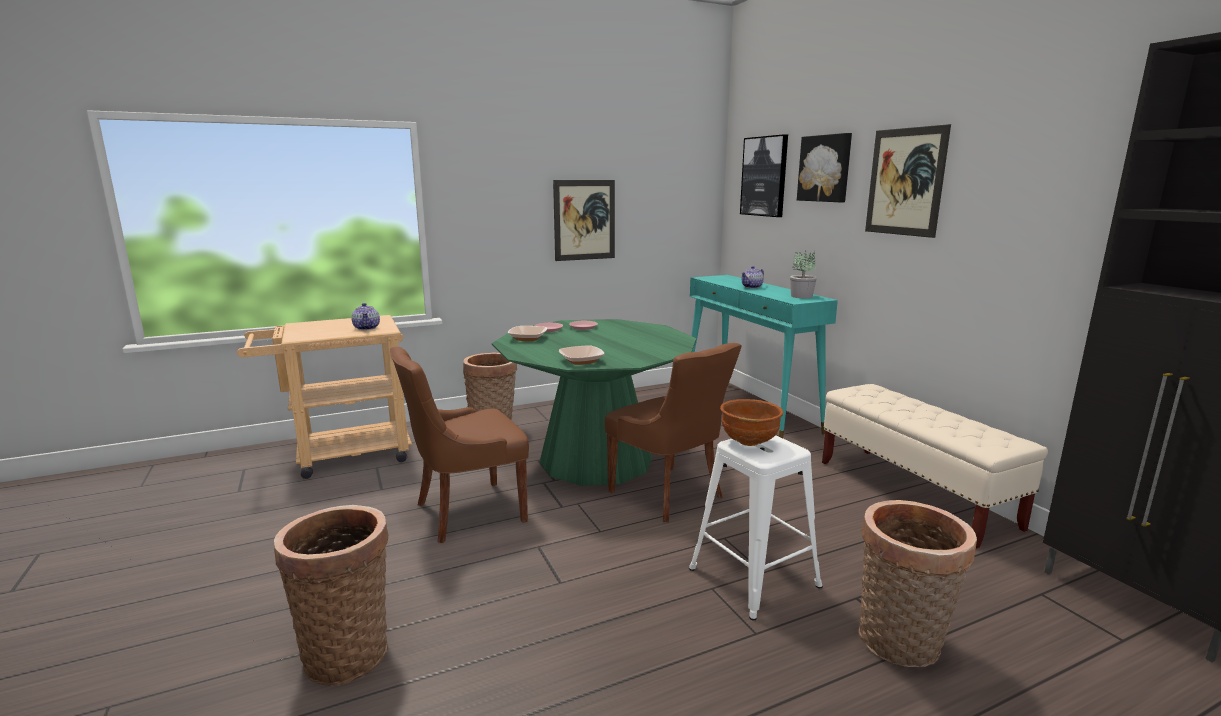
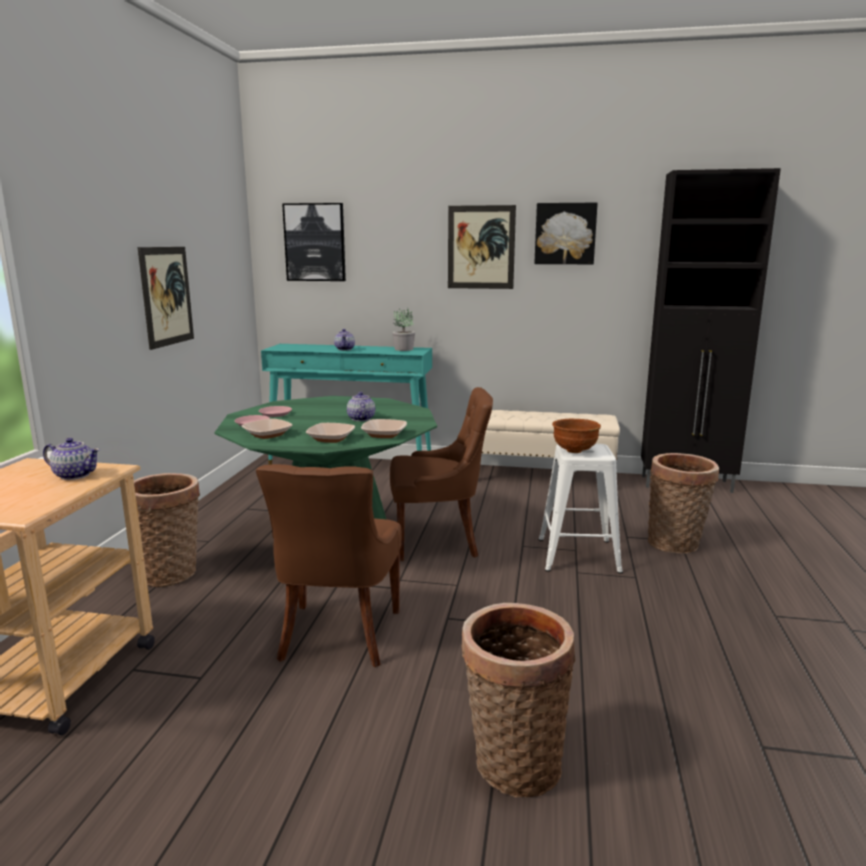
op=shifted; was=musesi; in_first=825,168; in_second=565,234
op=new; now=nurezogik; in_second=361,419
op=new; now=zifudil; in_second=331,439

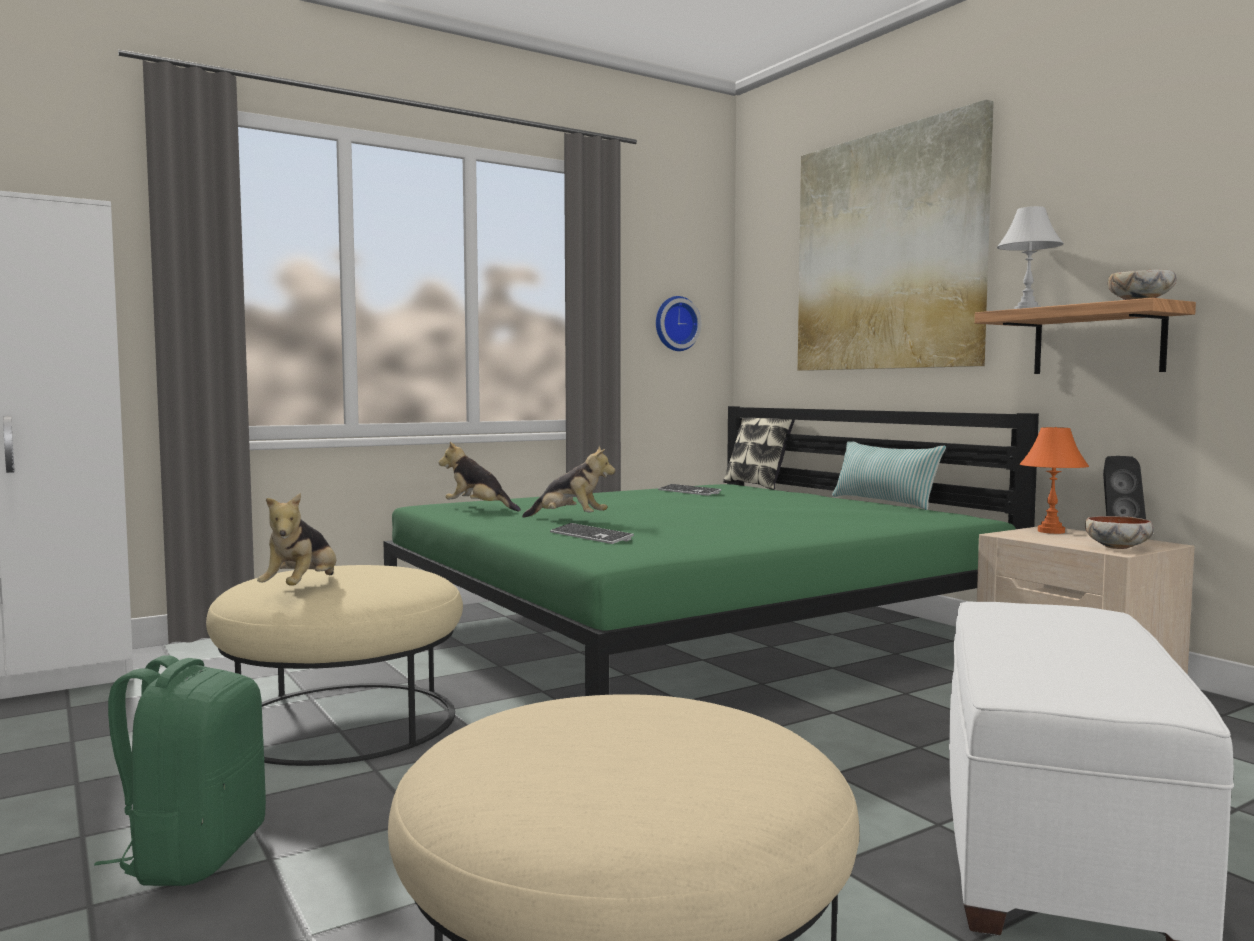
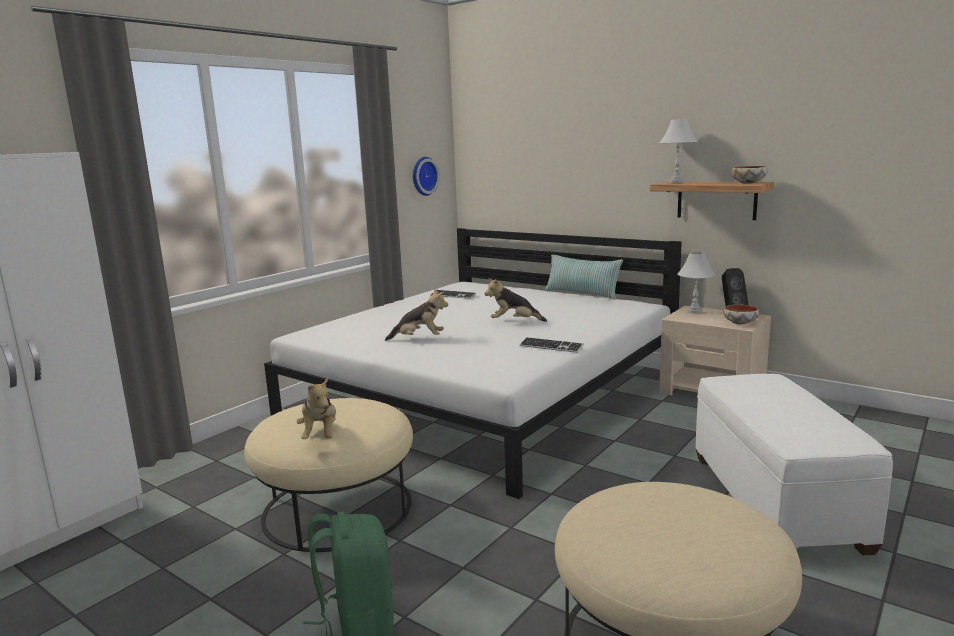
op=gone; was=musesi; in_first=888,251
op=repainted; was=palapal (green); now=palapal (white); in_first=688,631; in_second=484,393
op=gone; was=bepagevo; in_first=757,485
op=repainted; was=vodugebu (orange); now=vodugebu (white); in_first=1051,531; in_second=694,311
op=shifted; was=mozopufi; in_first=478,509; in_second=514,322
op=shifted; was=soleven; in_first=590,536; in_second=551,347

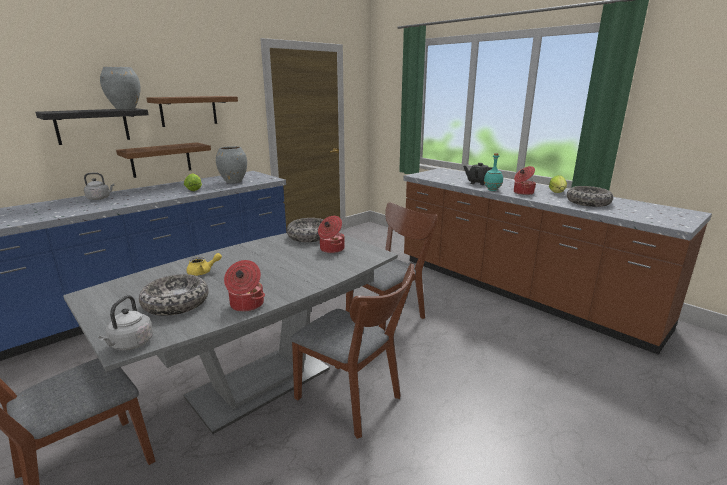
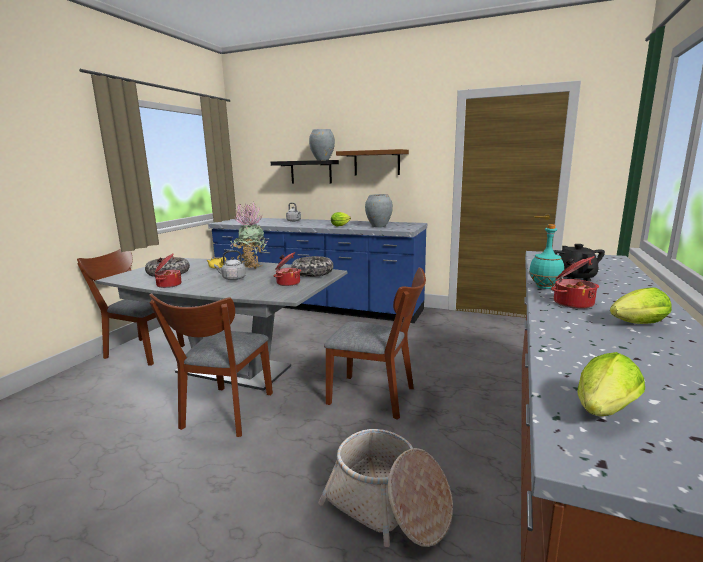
op=gone; was=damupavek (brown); in_first=161,159
op=gone; was=zifudil; in_first=588,202
op=shifted; was=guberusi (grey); in_first=130,344; in_second=232,279
op=new; now=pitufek; in_second=251,267
op=new; now=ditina; in_second=602,413
op=new; now=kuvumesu; in_second=388,506

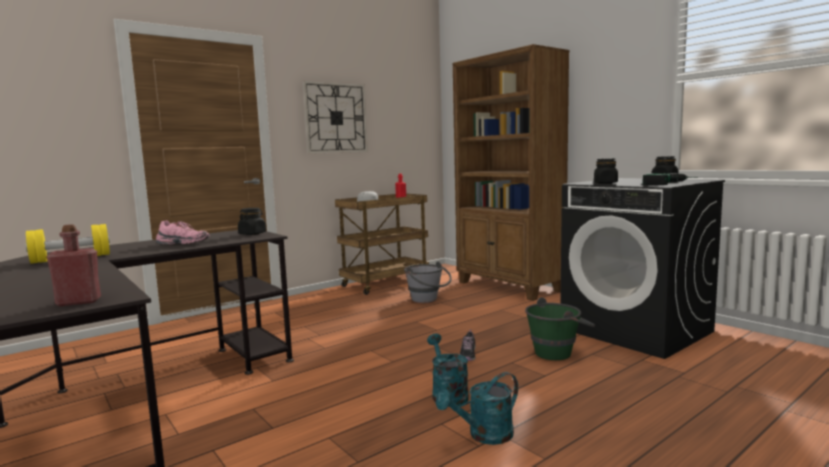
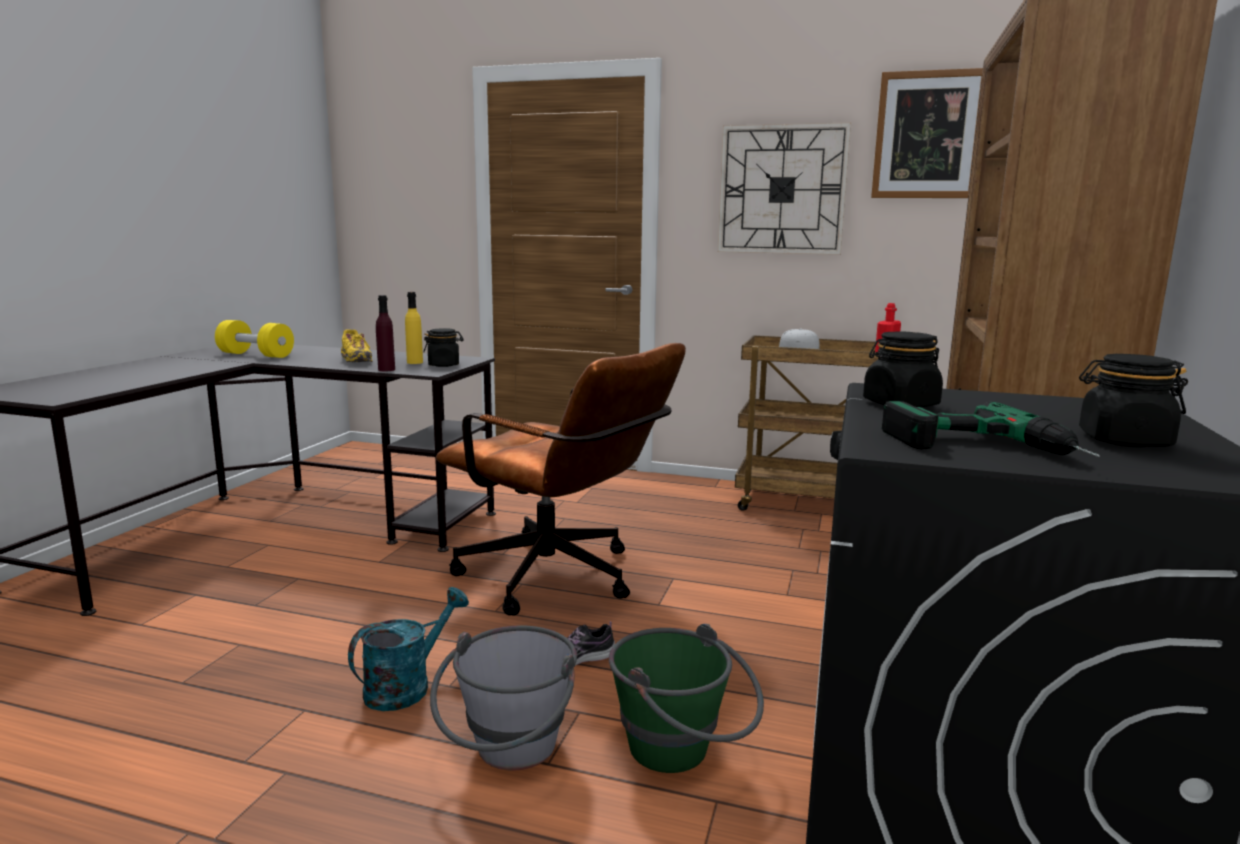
op=repainted; was=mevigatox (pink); now=mevigatox (yellow); in_first=183,243; in_second=356,361
op=gone; was=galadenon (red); in_first=79,302
op=shifted; was=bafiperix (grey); in_first=428,300; in_second=510,756
op=gone; was=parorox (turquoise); in_first=484,436
op=new; now=musesi; in_second=928,135
op=new; now=galadenon (yellow); in_second=415,362
op=new; now=galadenon (purple); in_second=386,370
op=new; now=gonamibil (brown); in_second=561,580

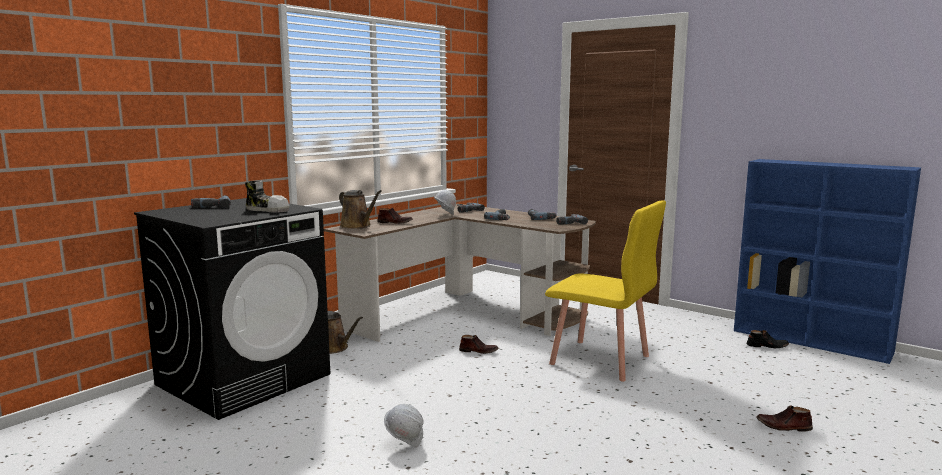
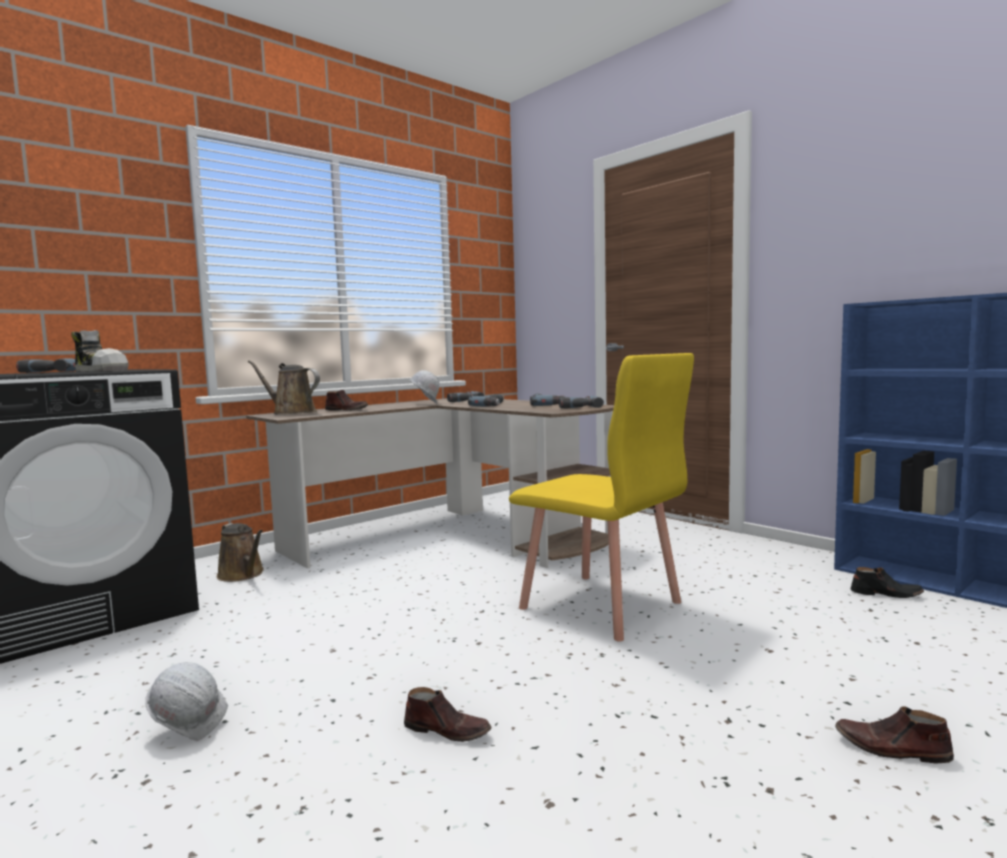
op=rotated; was=parorox (brown); in_first=357,226; in_second=291,412; clockwise=150
op=shifted; was=mevigatox (brown); in_first=478,351; in_second=448,730

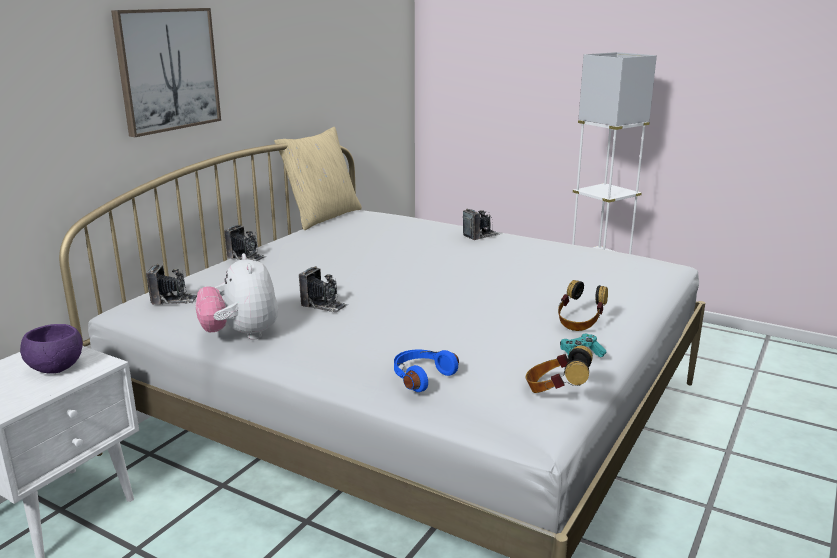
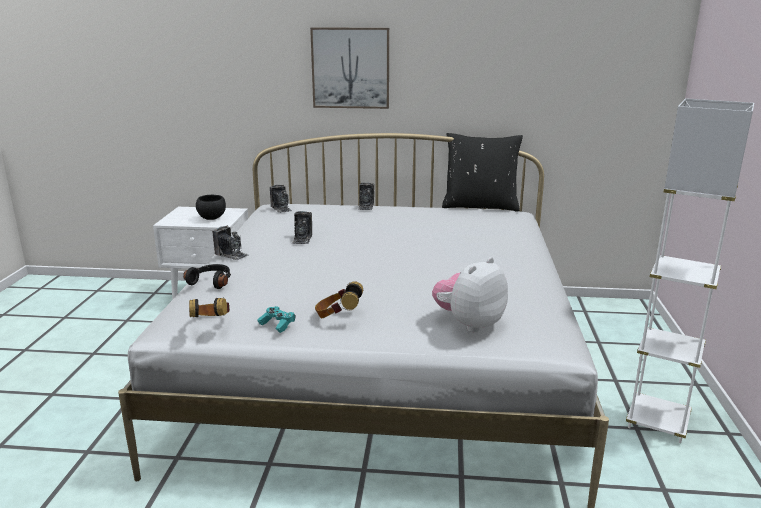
op=repainted; was=bepagevo (beige); now=bepagevo (black); in_first=322,217; in_second=480,206
op=shifted; was=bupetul; in_first=480,235; in_second=231,255
op=shifted; was=mozopufi; in_first=241,335; in_second=469,324
op=repainted; was=zifudil (purple); now=zifudil (black); in_first=55,368; in_second=212,218
op=repainted; was=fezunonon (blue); now=fezunonon (black); in_first=420,377; in_second=212,282

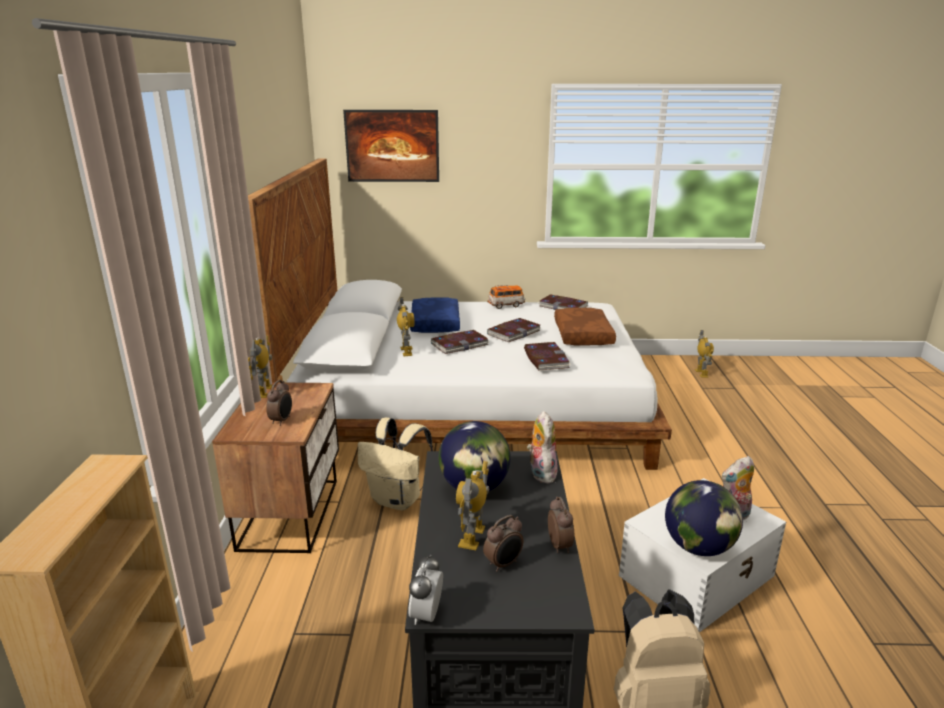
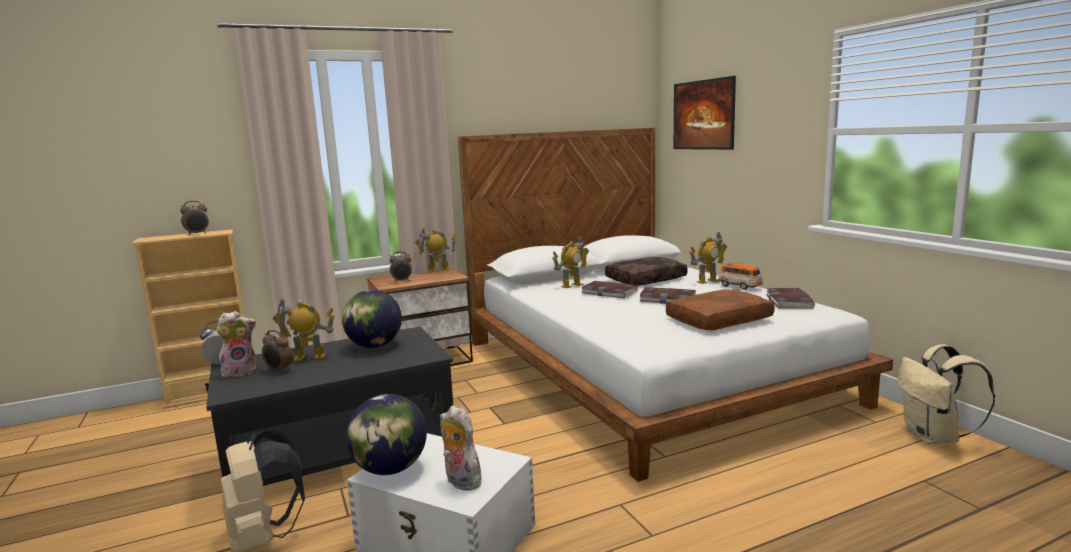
op=repainted; was=bepagevo (blue); now=bepagevo (brown); in_first=434,323; in_second=645,279
op=shifted; was=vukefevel; in_first=701,373; in_second=708,281
op=gone; was=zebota; in_first=545,359
op=shifted; was=mozopufi; in_first=540,473; in_second=240,371
op=shifted; was=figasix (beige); in_first=398,500; in_second=934,437
op=shifted; was=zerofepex; in_first=560,545; in_second=197,234

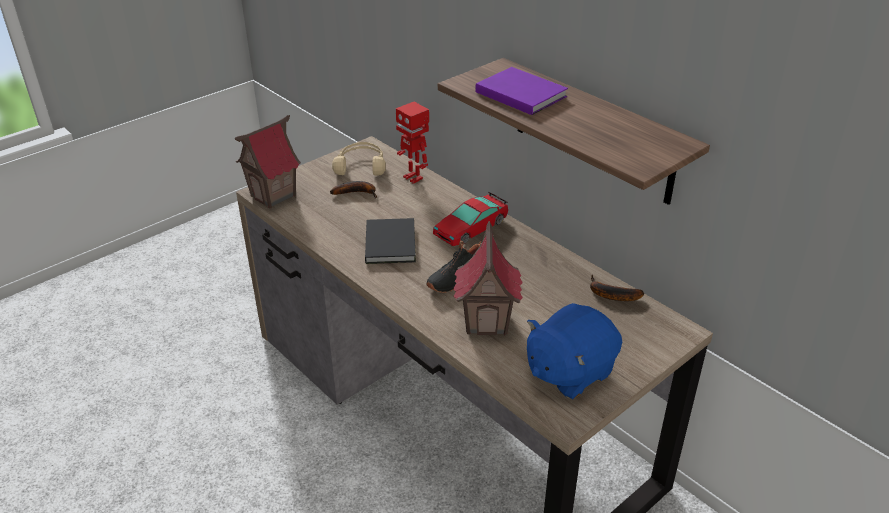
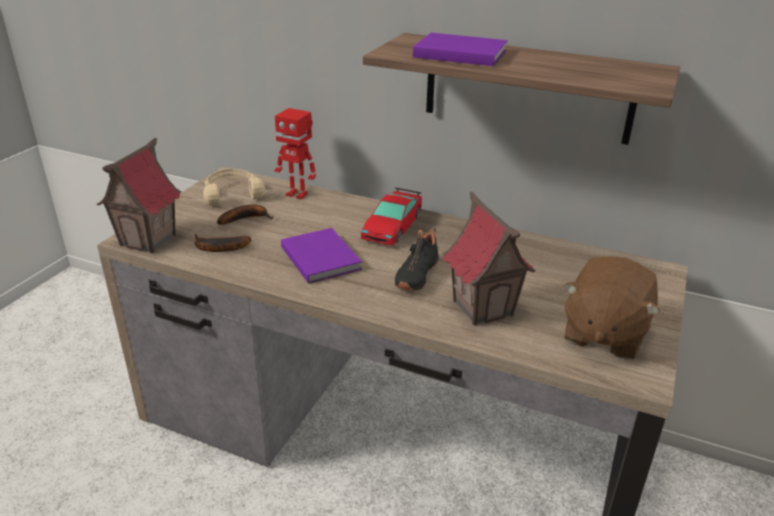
op=repainted; was=zebota (black); now=zebota (purple); in_first=391,242; in_second=321,257
op=shifted; was=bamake; in_first=610,295; in_second=217,248
op=repainted; was=mozopufi (blue); now=mozopufi (brown); in_first=569,371; in_second=603,333

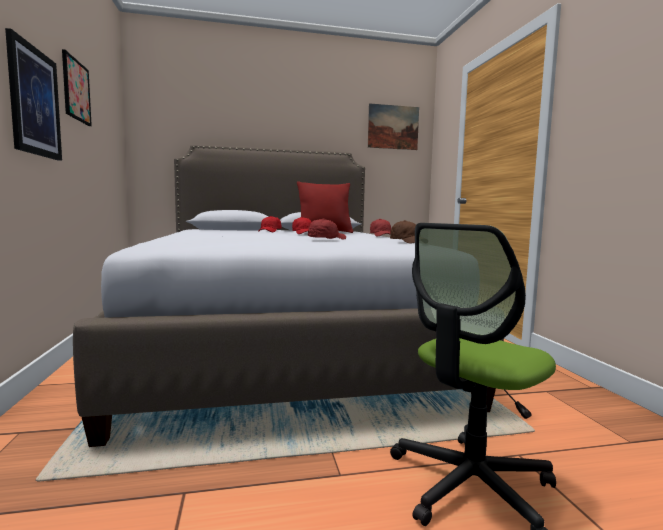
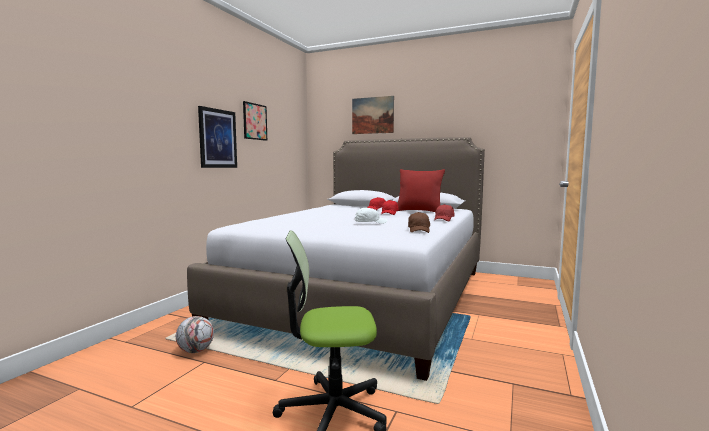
op=shifted; was=musesi; in_first=393,127; in_second=372,115
op=repainted; was=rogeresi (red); now=rogeresi (white); in_first=326,239; in_second=370,223
op=new; now=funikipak; in_second=196,351

